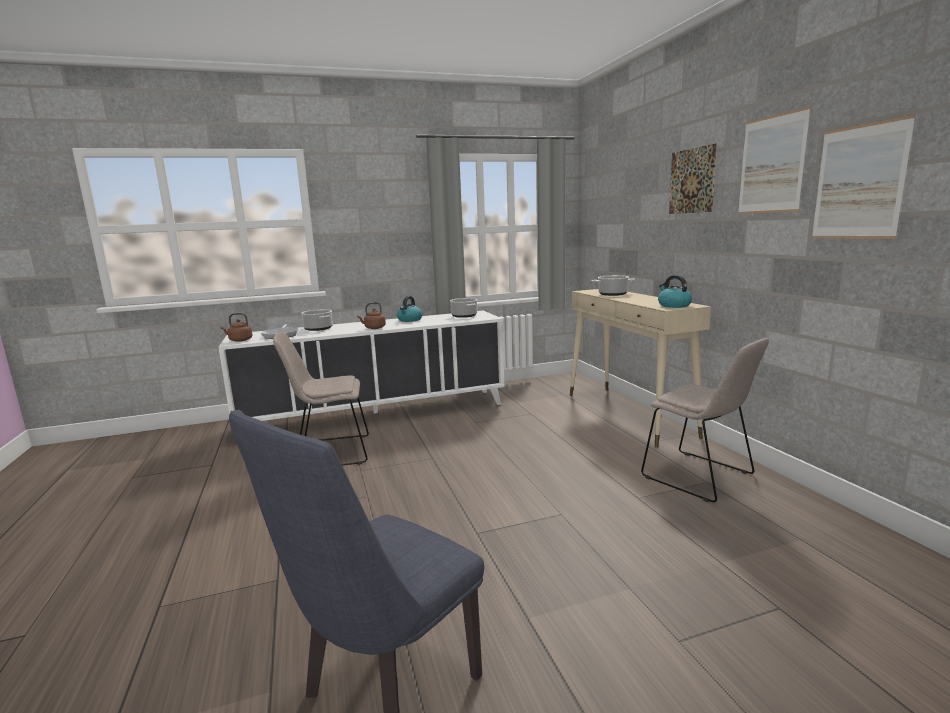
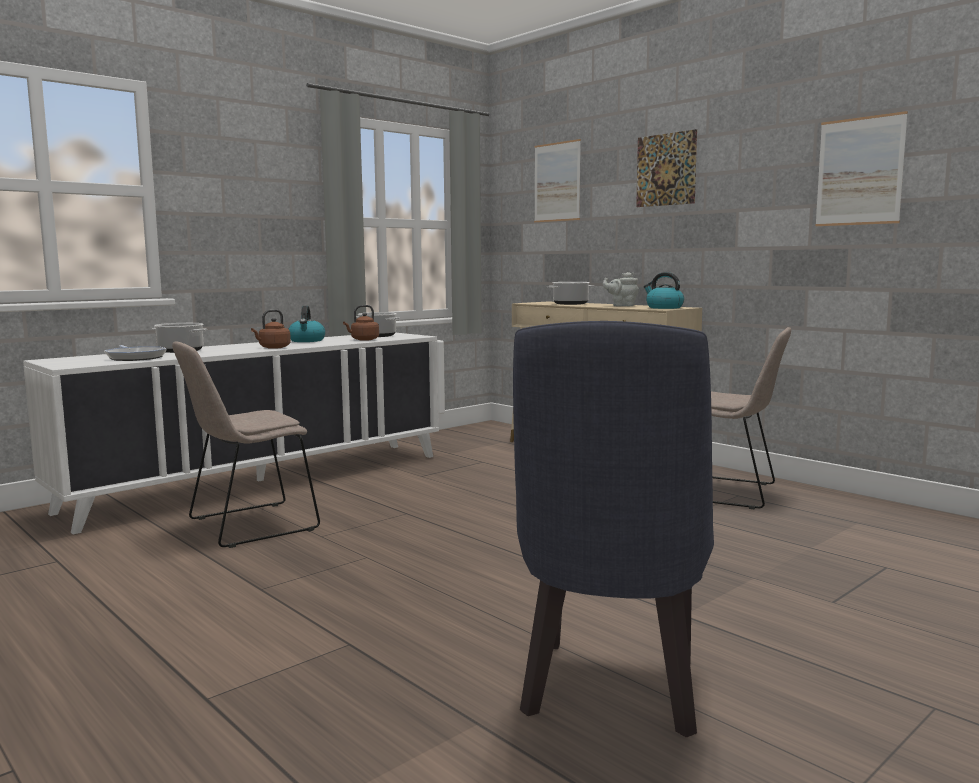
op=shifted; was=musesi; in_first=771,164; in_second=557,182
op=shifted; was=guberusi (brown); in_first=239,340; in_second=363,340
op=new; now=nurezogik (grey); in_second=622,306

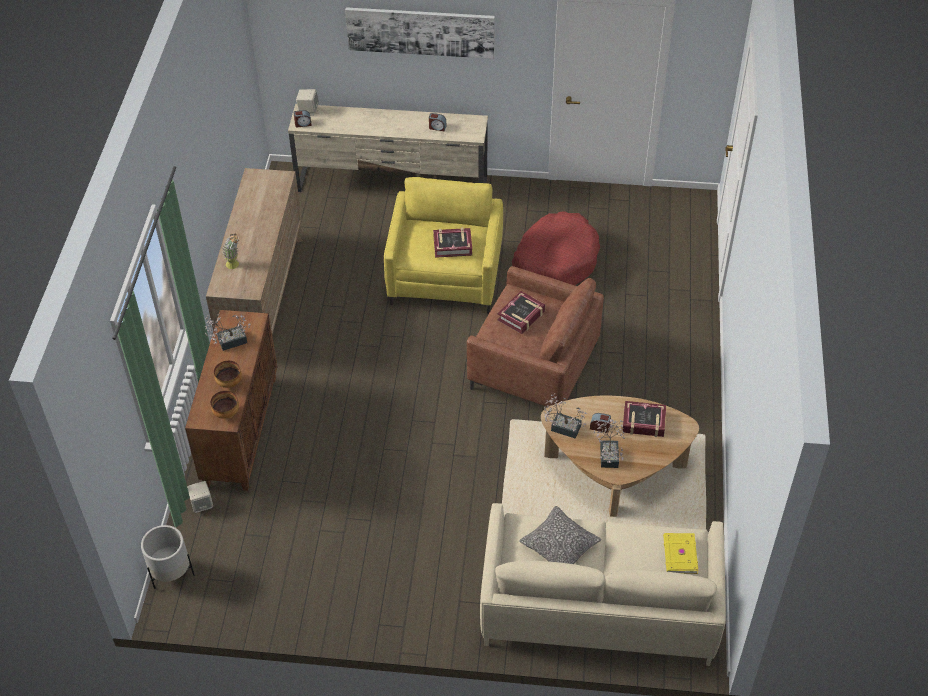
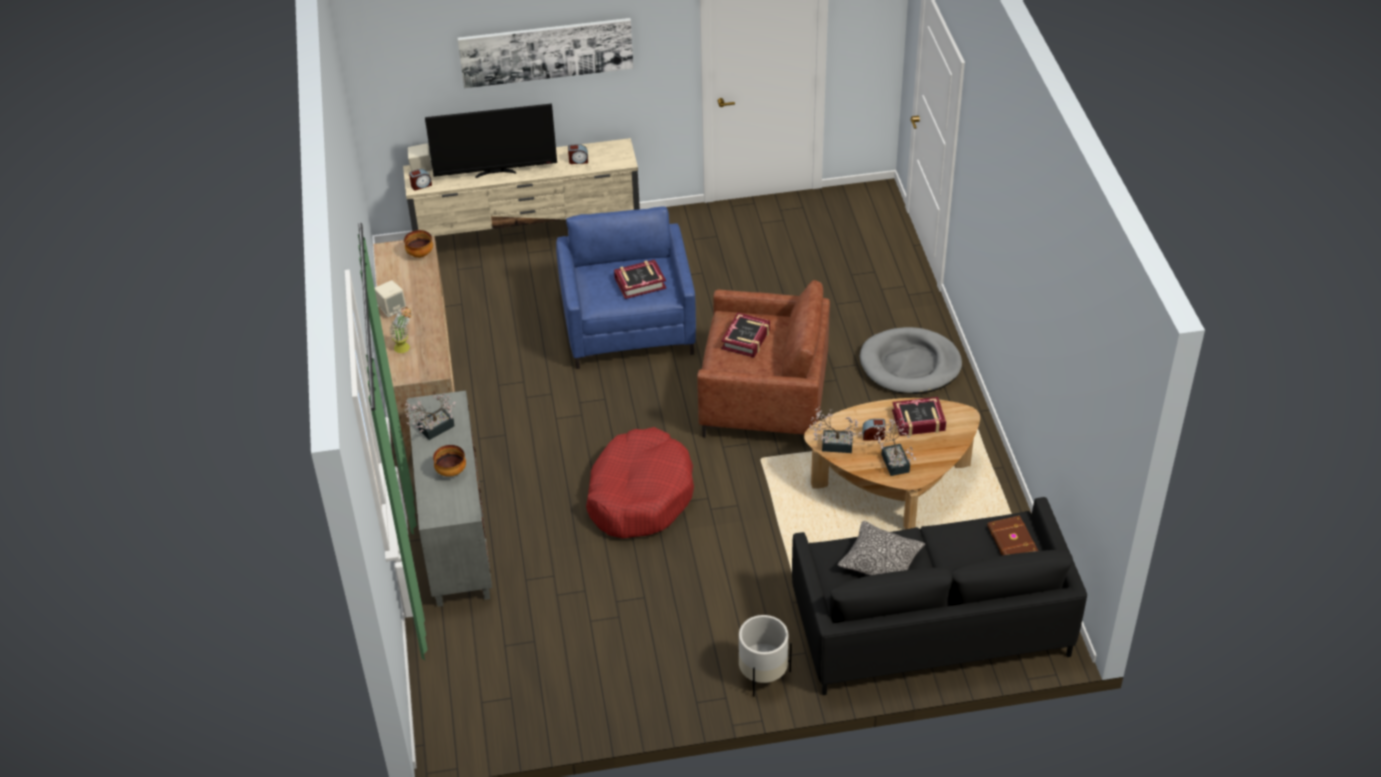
op=repainted; was=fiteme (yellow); now=fiteme (blue); in_first=445,276; in_second=628,326
op=shifted; was=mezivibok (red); in_first=555,261; in_second=639,495
op=repainted; was=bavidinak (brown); now=bavidinak (grey); in_first=240,430; in_second=455,537
op=shifted; was=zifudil; in_first=227,413; in_second=420,254
op=shifted; was=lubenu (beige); in_first=202,504; in_second=392,309
op=repainted; was=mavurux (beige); now=mavurux (black); in_first=598,605; in_second=930,625
op=shifted; was=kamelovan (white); in_first=171,572; in_second=763,675
op=repainted; was=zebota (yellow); now=zebota (brown); in_first=679,555; in_second=1011,541
op=new; now=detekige; in_second=496,173
op=new; now=mezivibok (grey); in_second=910,365

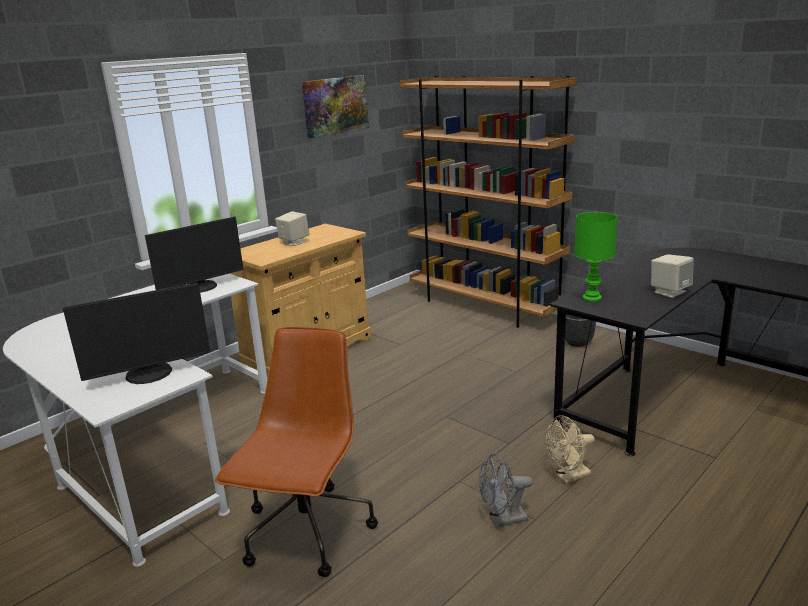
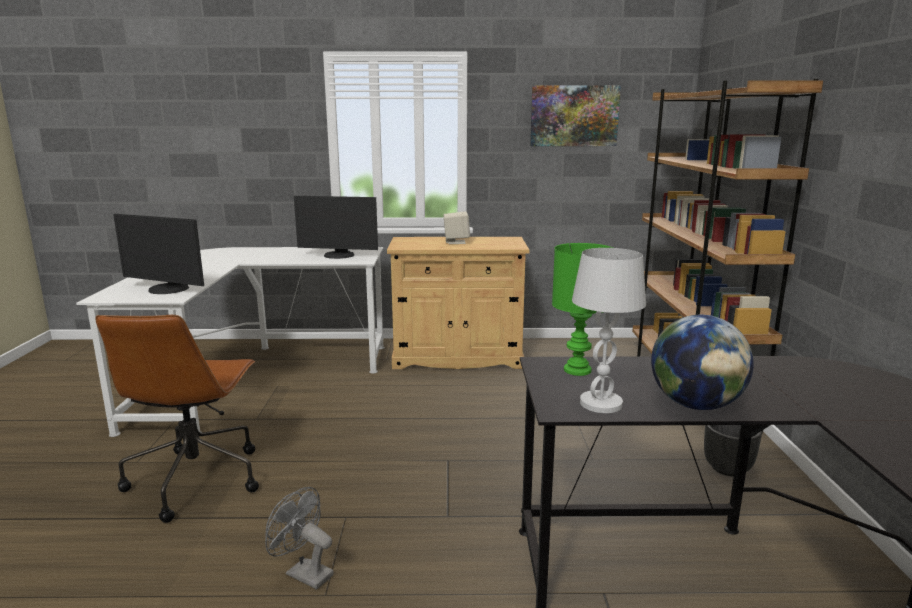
op=swapped; was=lubenu (beige); now=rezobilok; in_first=669,292; in_second=695,405
op=rotated; was=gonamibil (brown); in_first=307,533; in_second=196,479; clockwise=120
op=gone; was=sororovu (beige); in_first=568,477
op=new; now=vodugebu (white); in_second=601,403

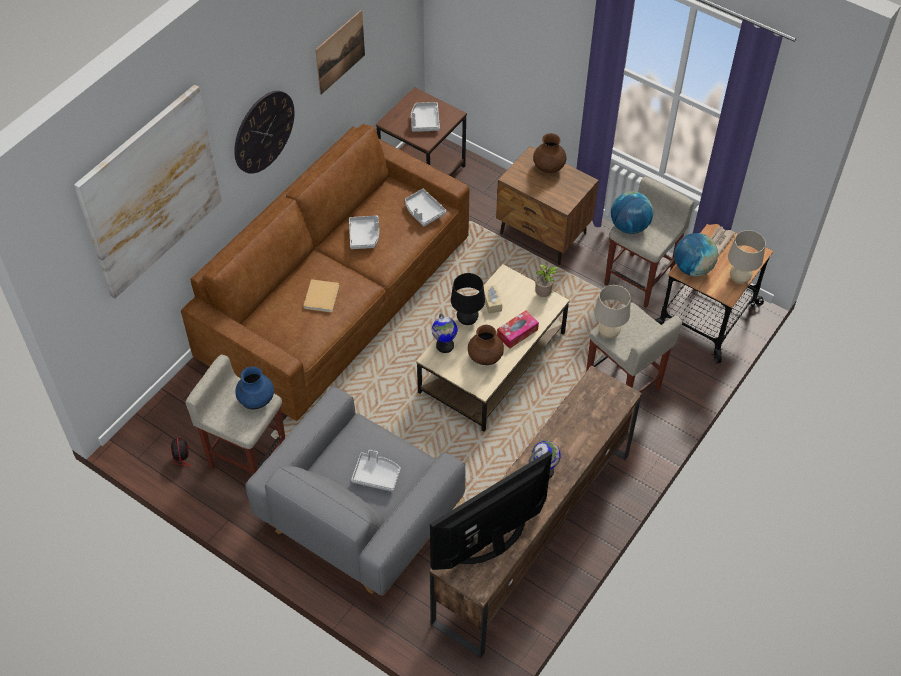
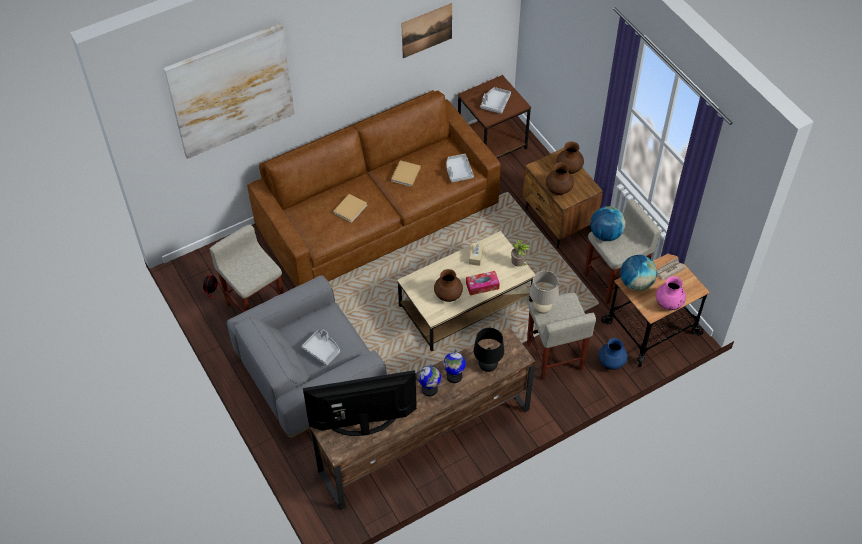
op=gone; was=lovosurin; in_first=263,131
op=swapped; was=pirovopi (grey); now=zebota (beige); in_first=364,236; in_second=405,175
op=swapped; was=vodugebu (beige); now=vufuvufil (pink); in_first=739,279; in_second=668,304
op=shifted; was=vodugebu (black); in_first=467,320; in_second=487,366
op=shifted; was=rezobilok; in_first=444,346; in_second=454,376
op=shifted; was=vufuvufil (blue); in_first=256,400; in_second=611,363
op=new; now=vufuvufil (brown); in_second=558,190

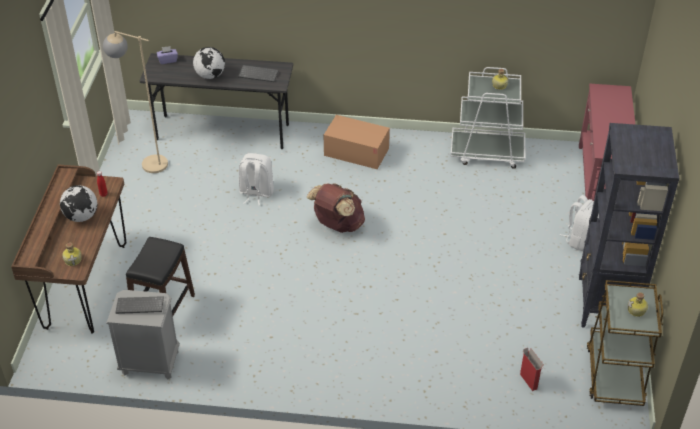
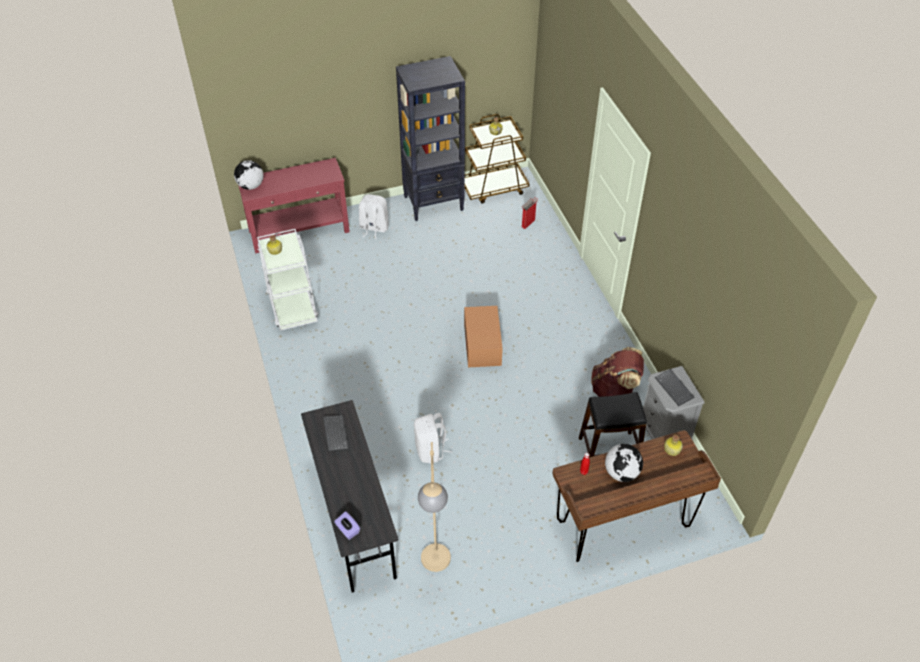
op=shifted; was=rezobilok; in_first=210,75; in_second=251,186
op=shifted; was=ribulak; in_first=356,152; in_second=482,344
op=shifted; was=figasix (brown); in_first=337,225; in_second=614,390

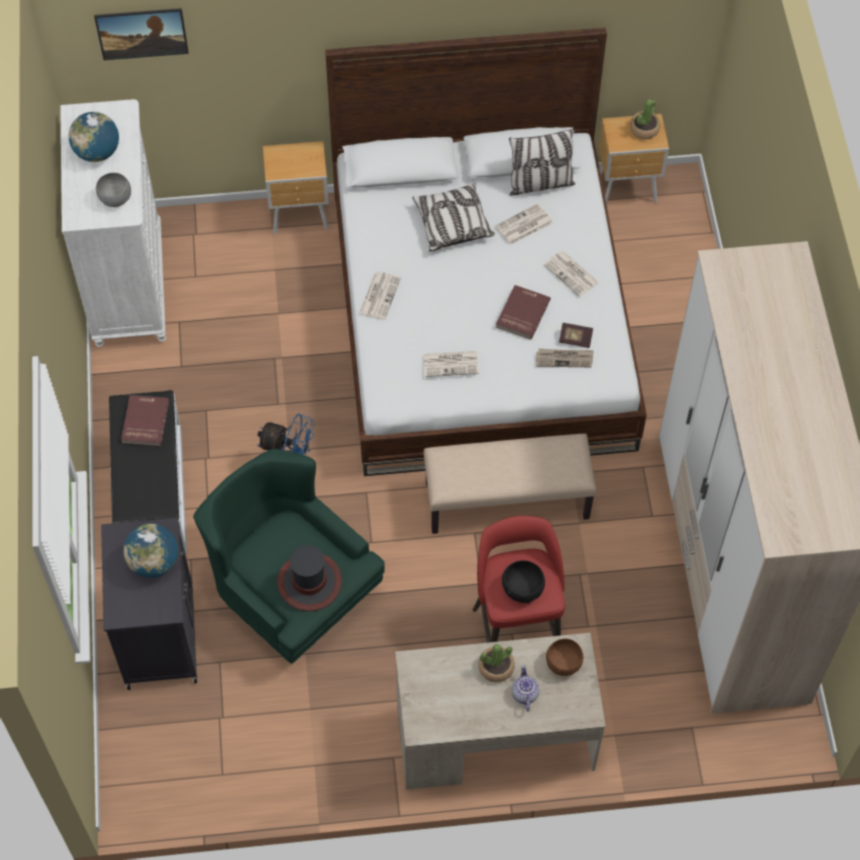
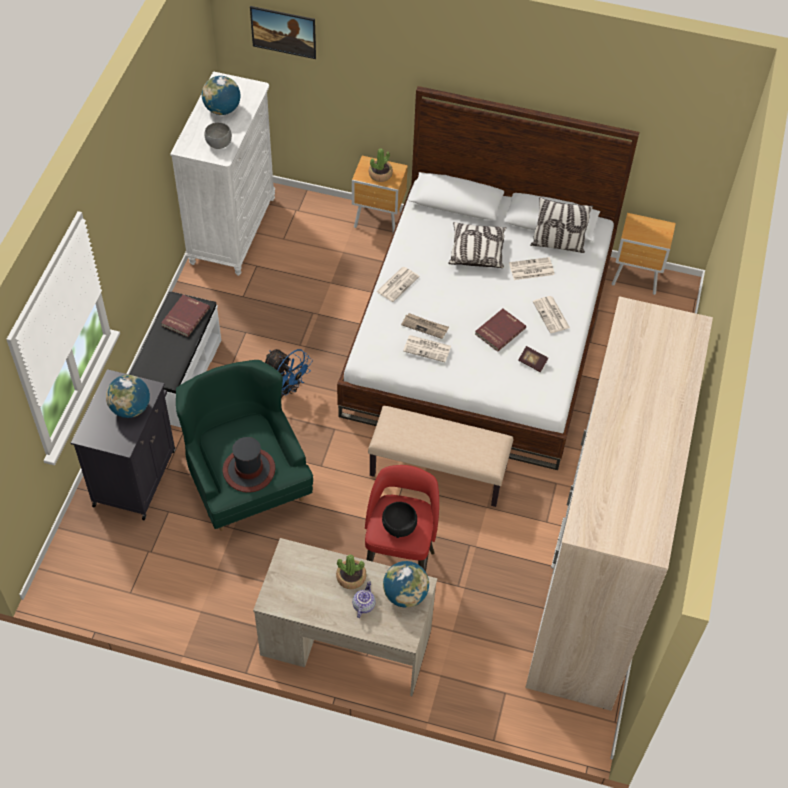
op=shifted; was=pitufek; in_first=644,129; in_second=380,174
op=shifted; was=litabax; in_first=564,359; in_second=425,326
op=swapped; was=zifudil (brown); now=rezobilok; in_first=564,664; in_second=405,594

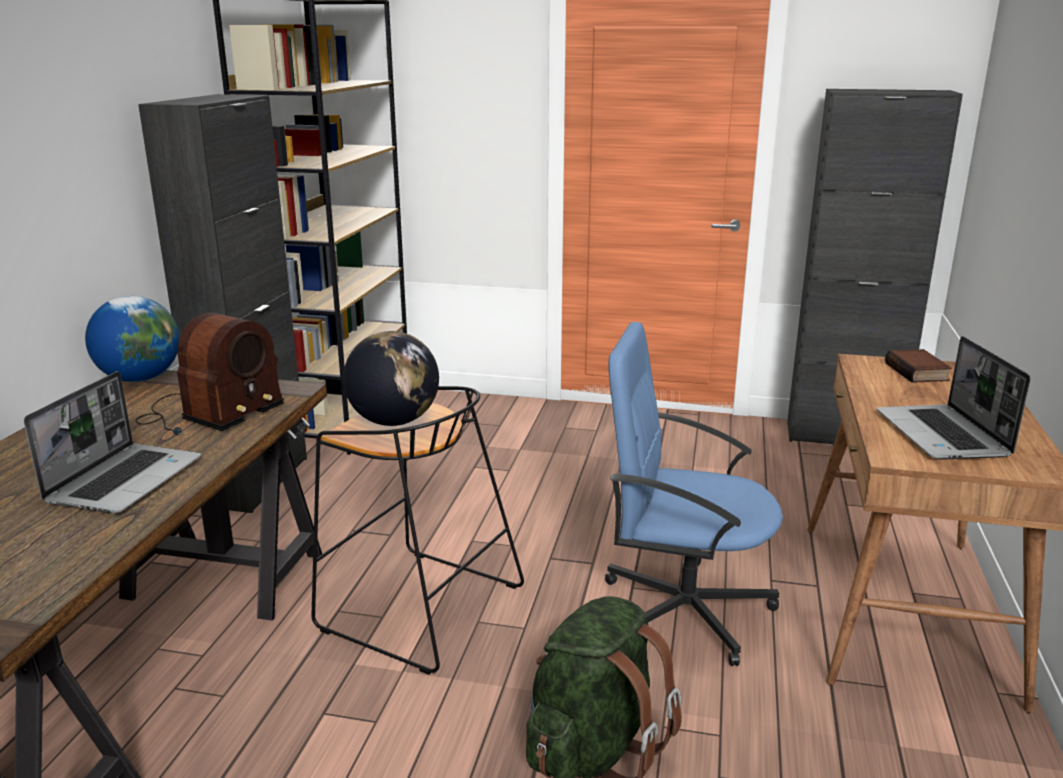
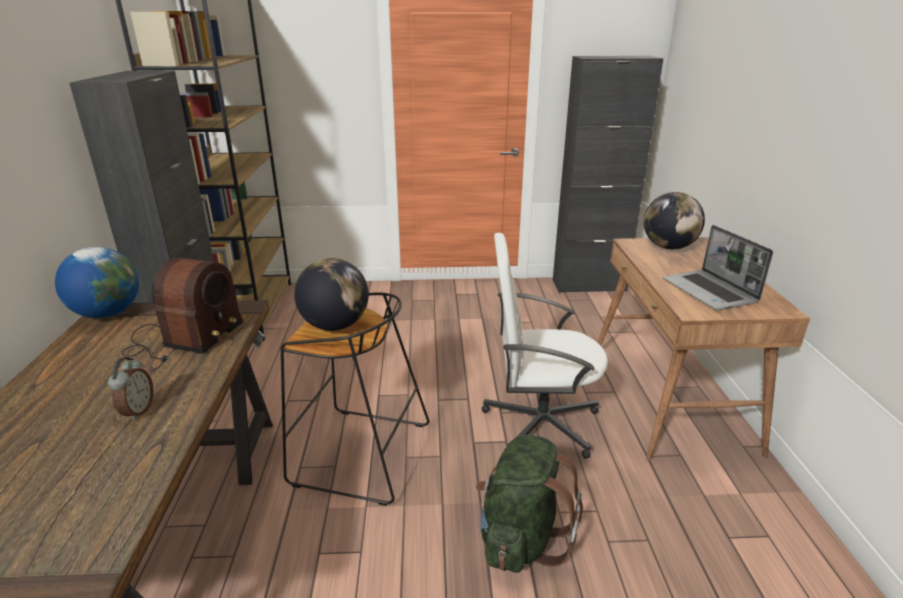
op=repainted; was=gonamibil (blue); now=gonamibil (white); in_first=683,609; in_second=539,423
op=swapped; was=zebota; now=rezobilok; in_first=918,372; in_second=668,247
op=swapped; was=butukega; now=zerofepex; in_first=125,479; in_second=137,411

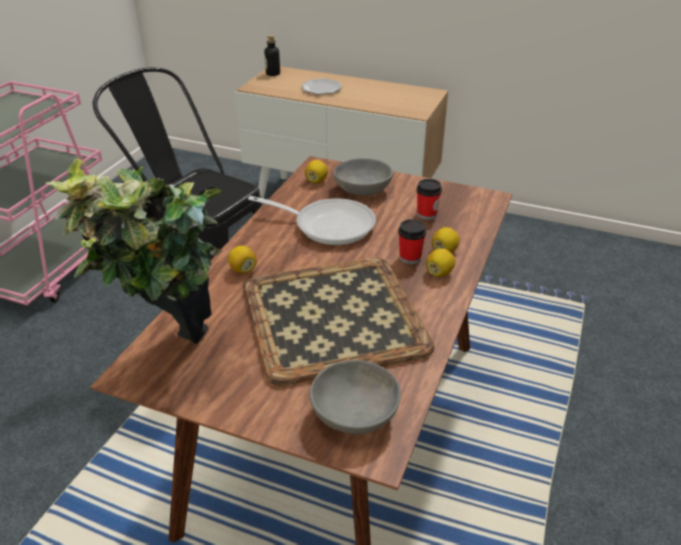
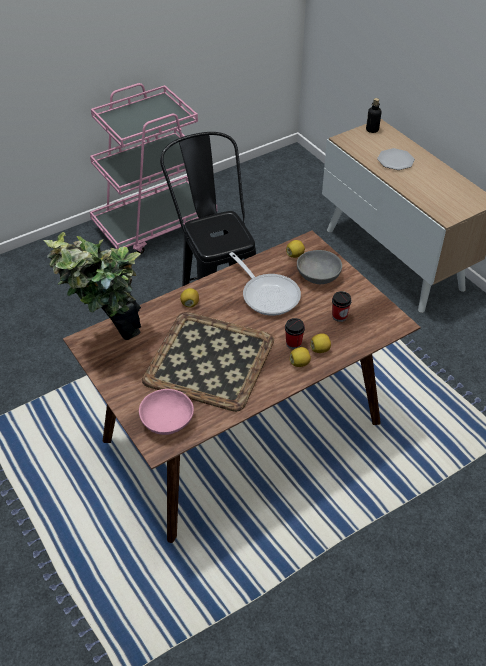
op=repainted; was=zifudil (grey); now=zifudil (pink); in_first=355,415; in_second=167,422

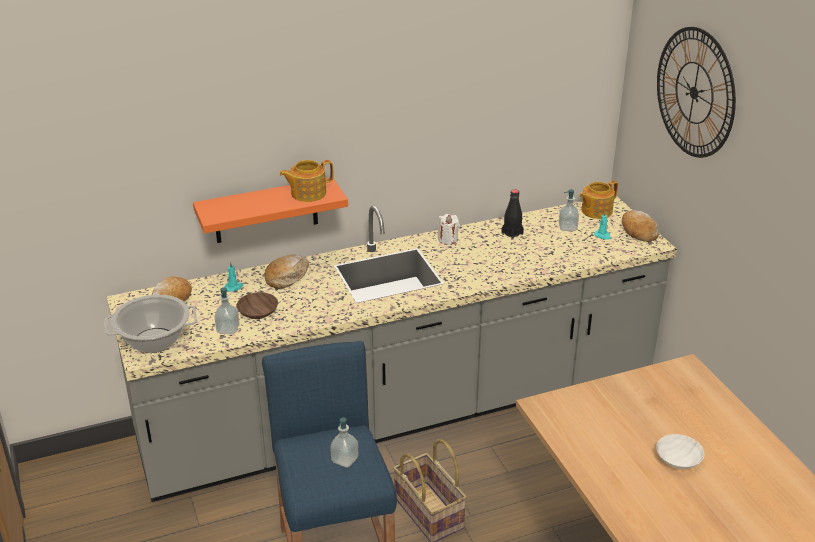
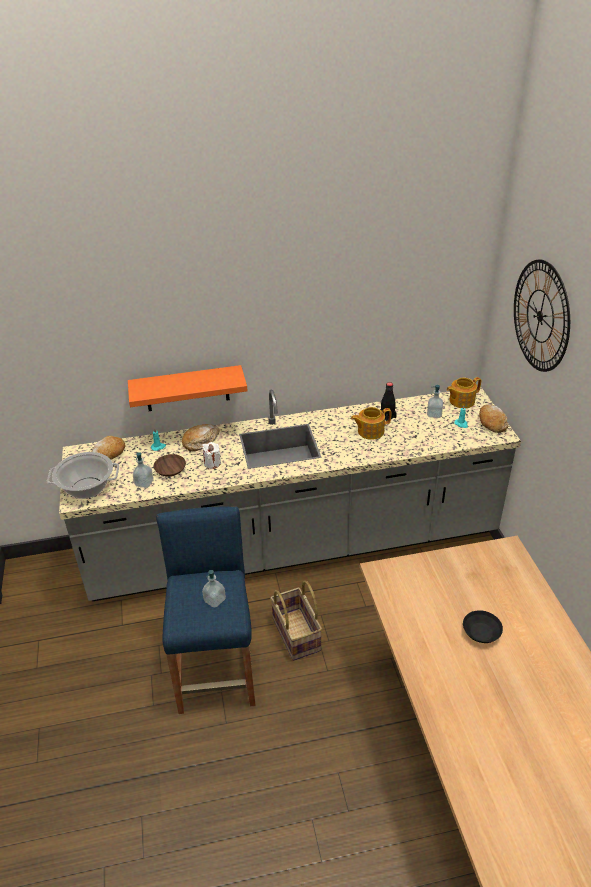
op=shifted; was=nurezogik; in_first=307,193; in_second=370,431
op=shifted; was=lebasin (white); in_first=448,239; in_second=212,463
op=repainted; was=zifudil (white); now=zifudil (black); in_first=677,459; in_second=480,632

